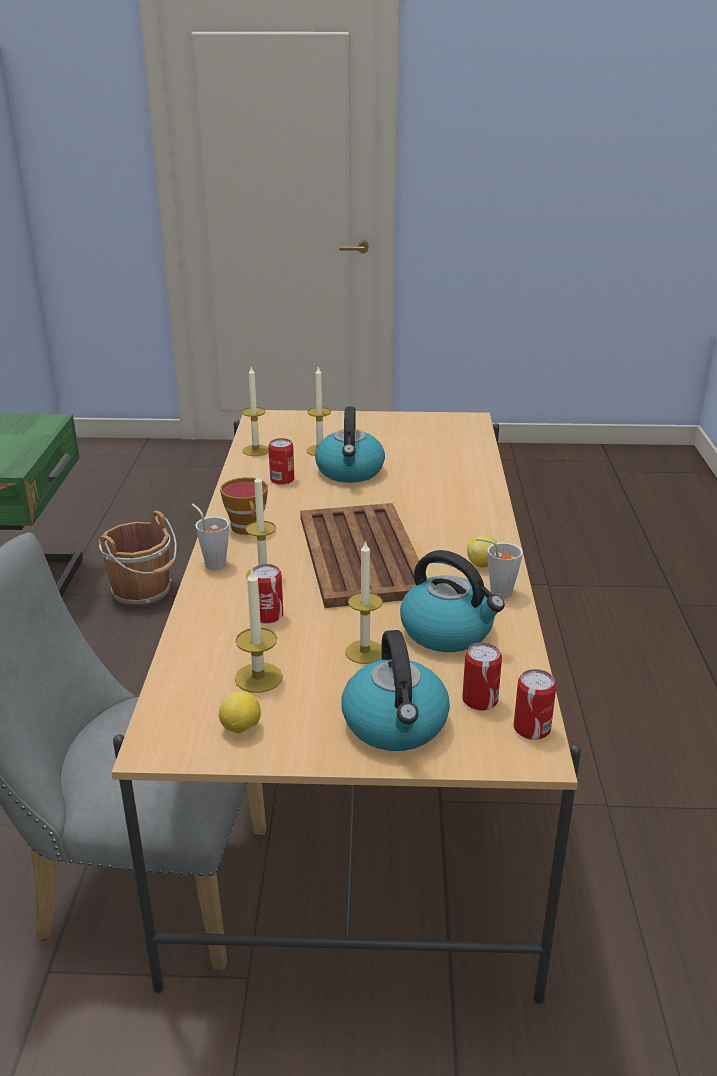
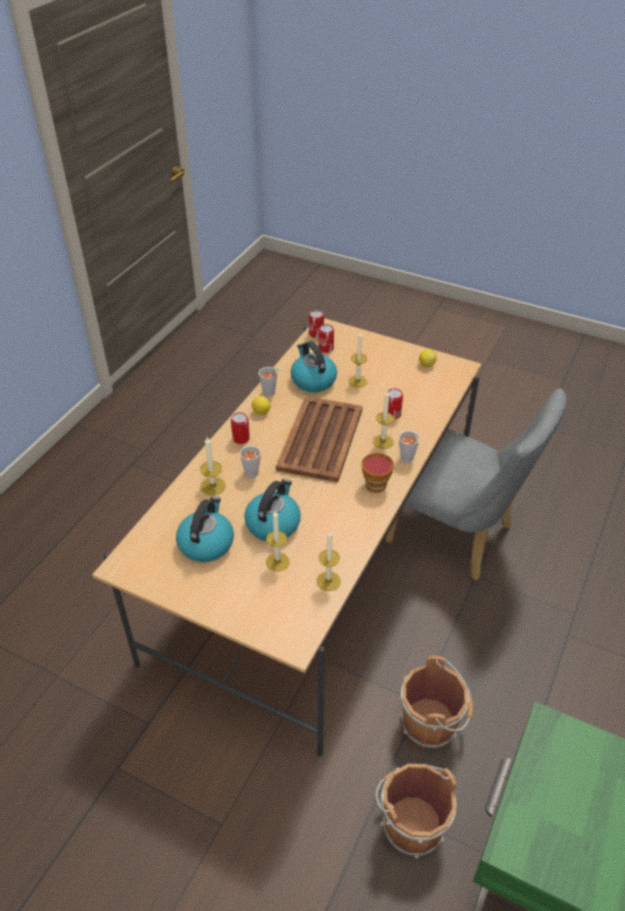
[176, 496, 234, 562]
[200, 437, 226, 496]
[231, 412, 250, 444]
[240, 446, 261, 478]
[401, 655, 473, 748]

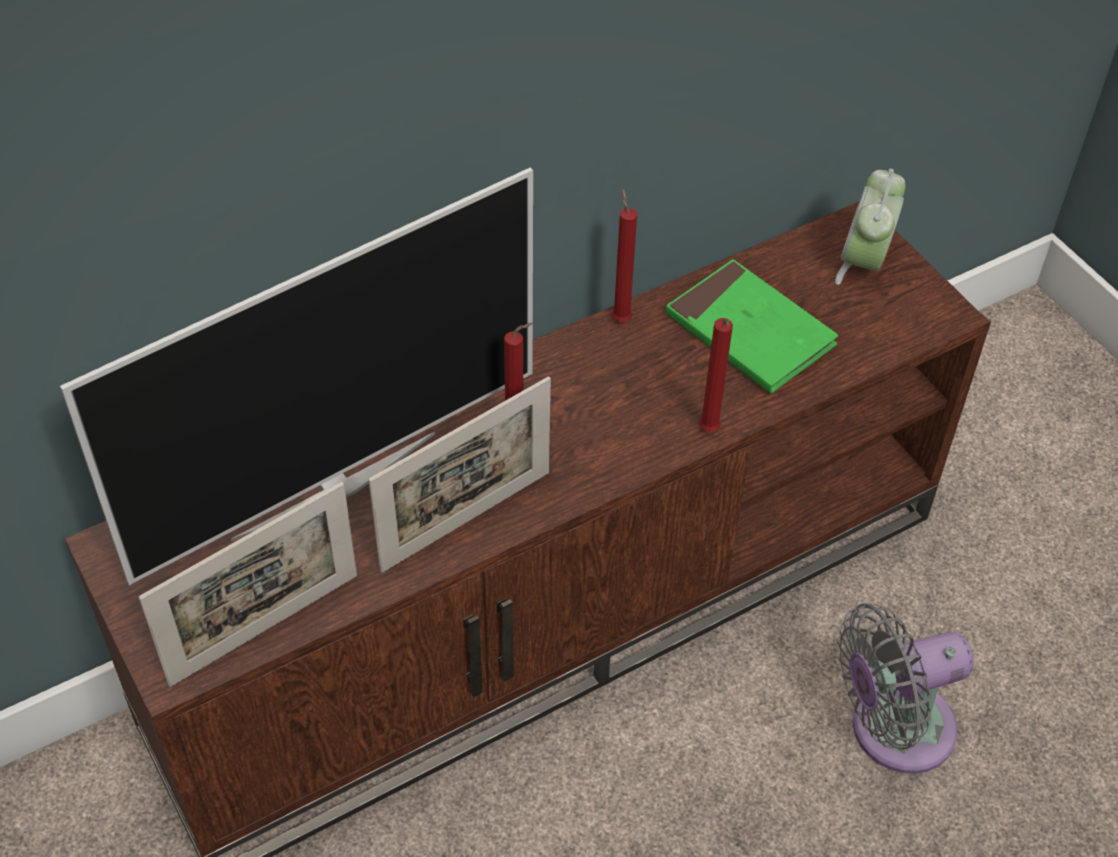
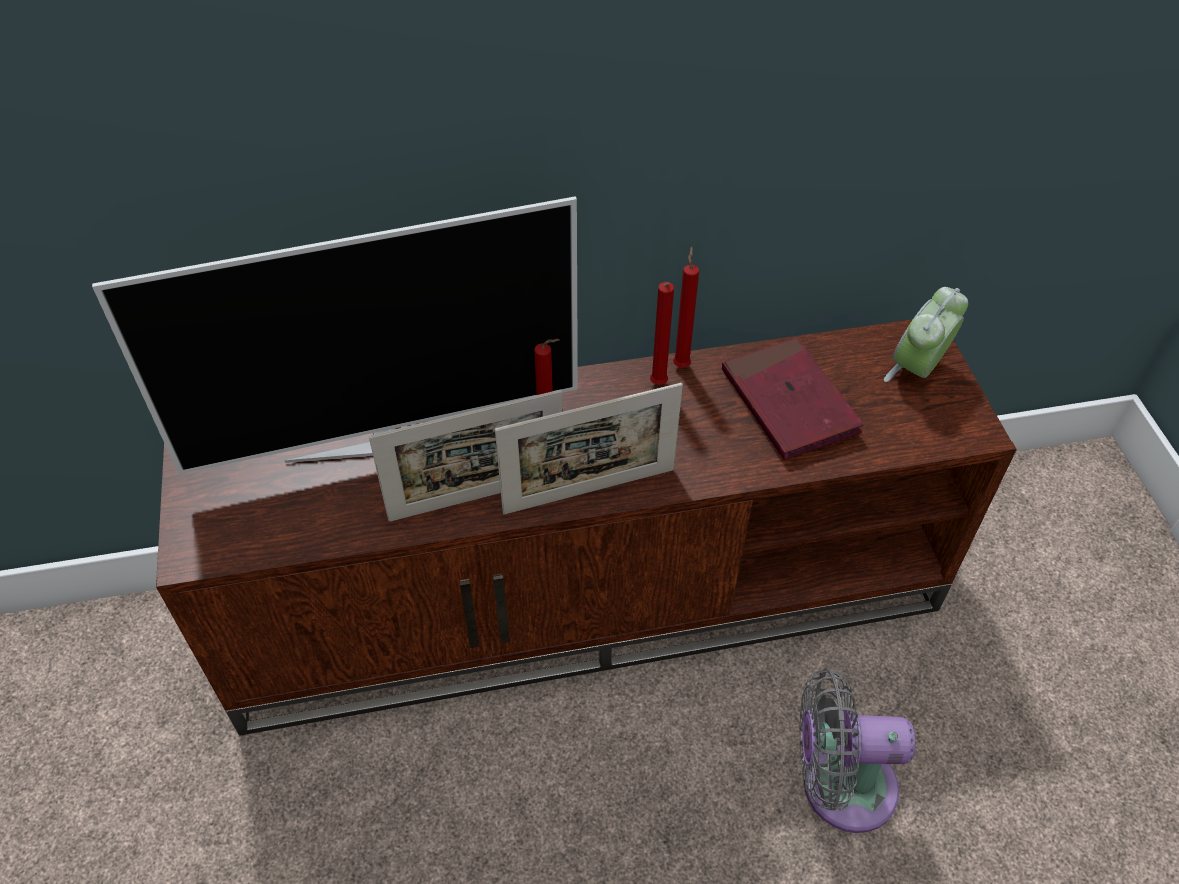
[495, 383, 683, 514]
[650, 282, 674, 385]
[722, 337, 864, 460]

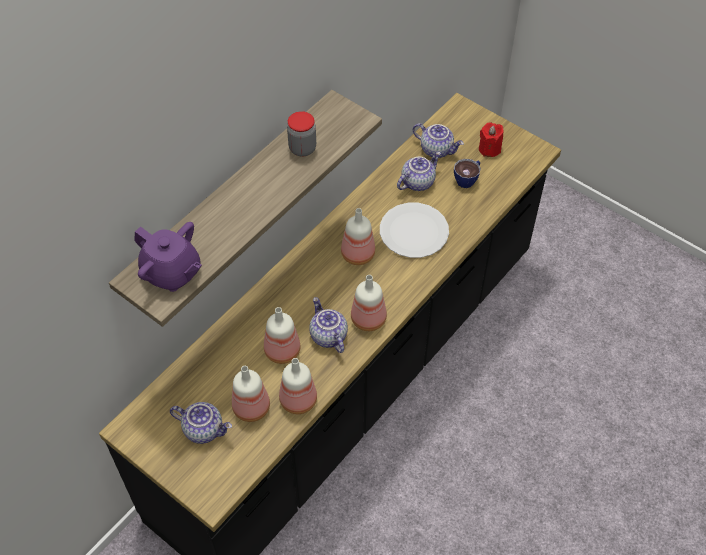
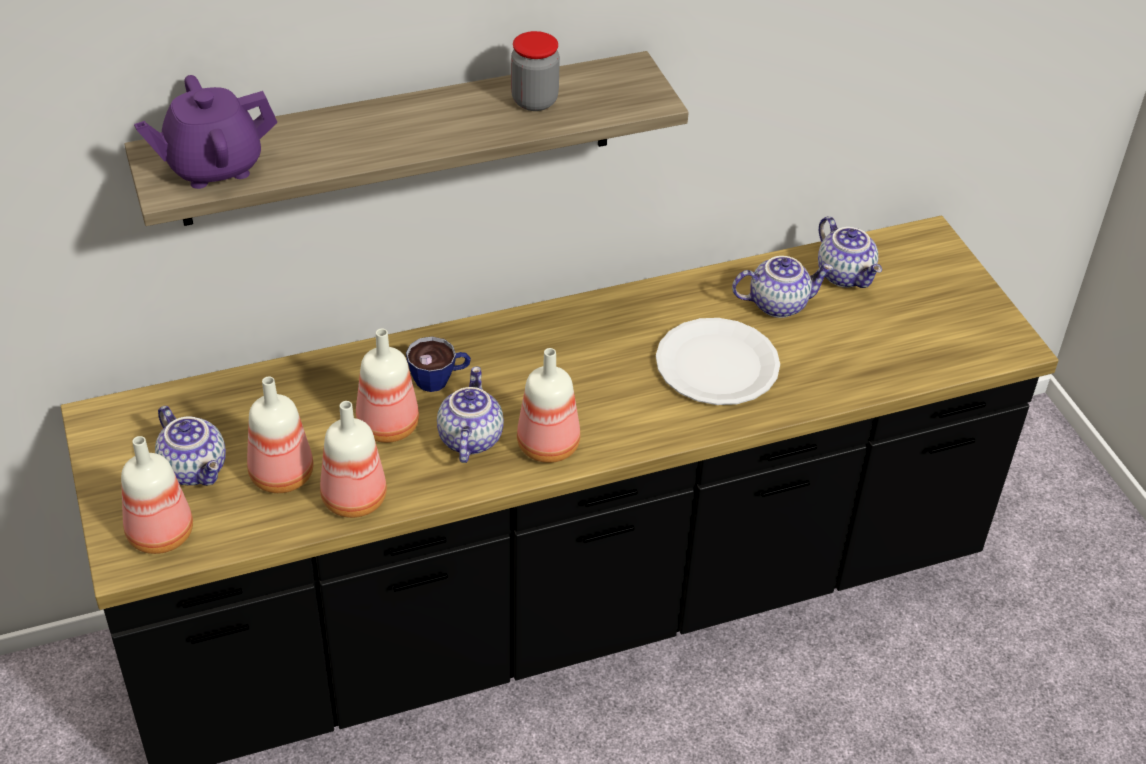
[121, 436, 193, 554]
[134, 75, 278, 189]
[406, 336, 471, 392]
[479, 123, 504, 157] (first image)

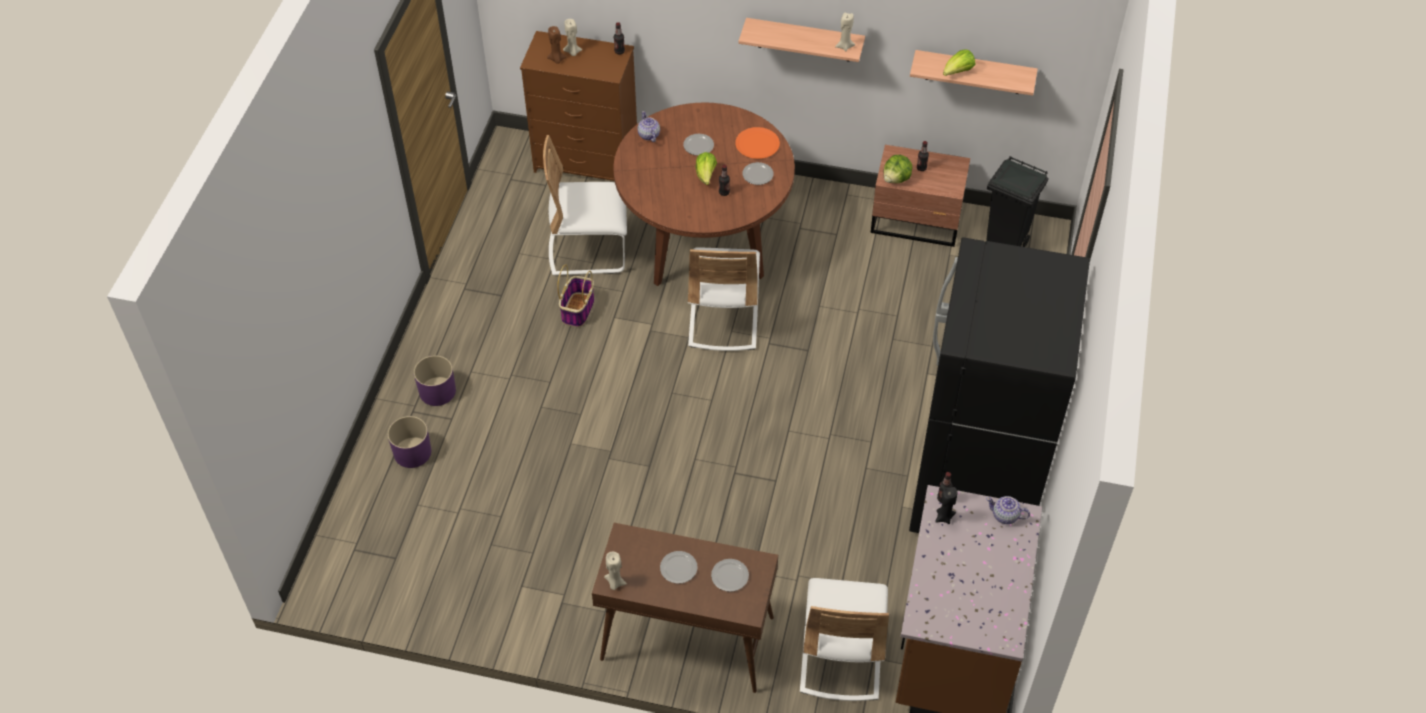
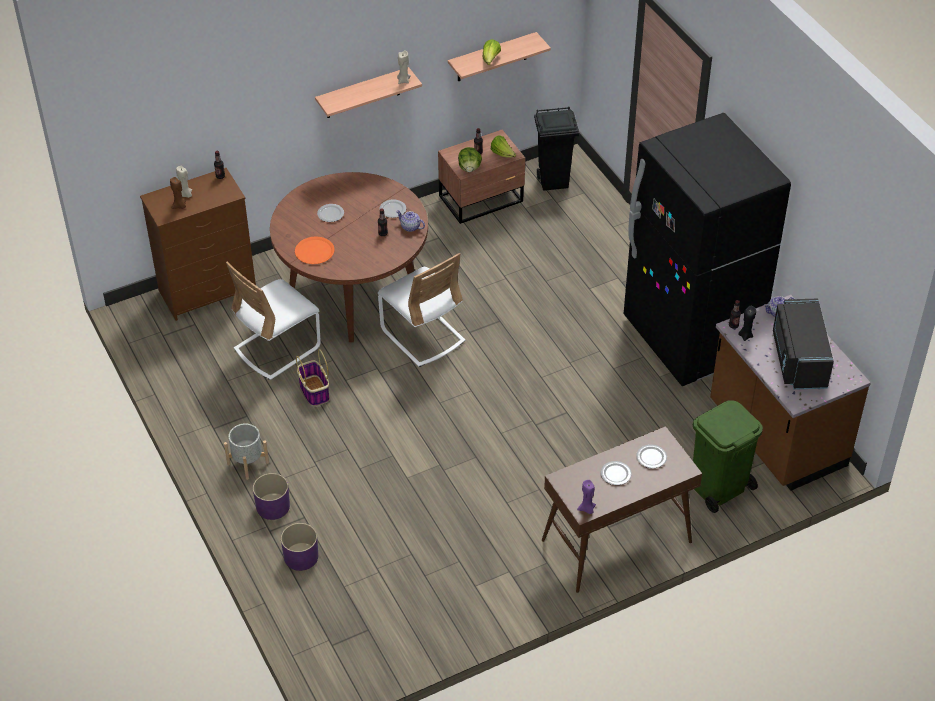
[224, 423, 269, 480]
[295, 237, 335, 264]
[396, 210, 425, 232]
[491, 135, 516, 158]
[577, 480, 596, 514]
[693, 400, 763, 513]
[773, 299, 834, 390]

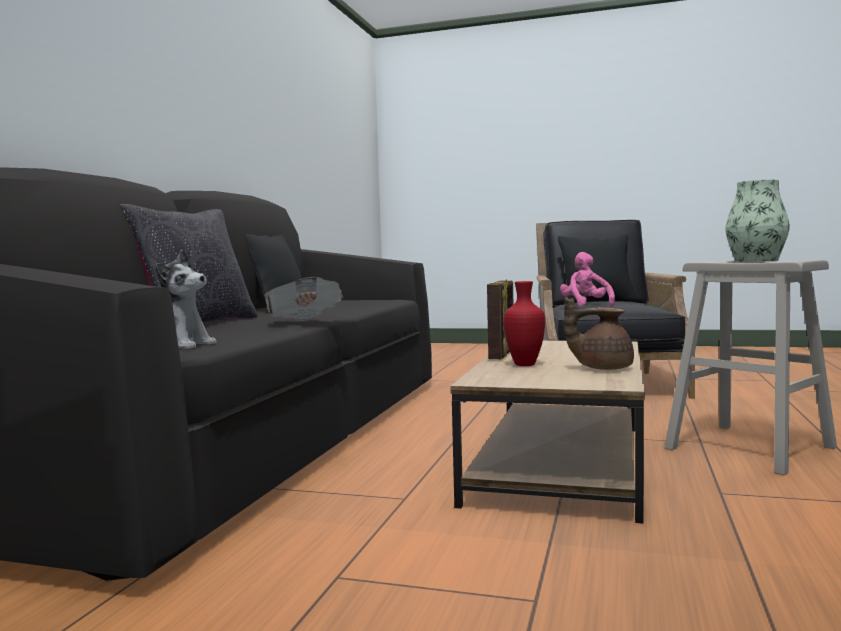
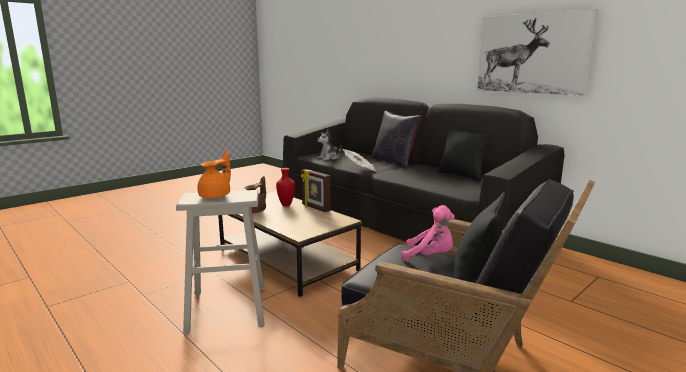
[197, 151, 231, 198]
[477, 9, 598, 96]

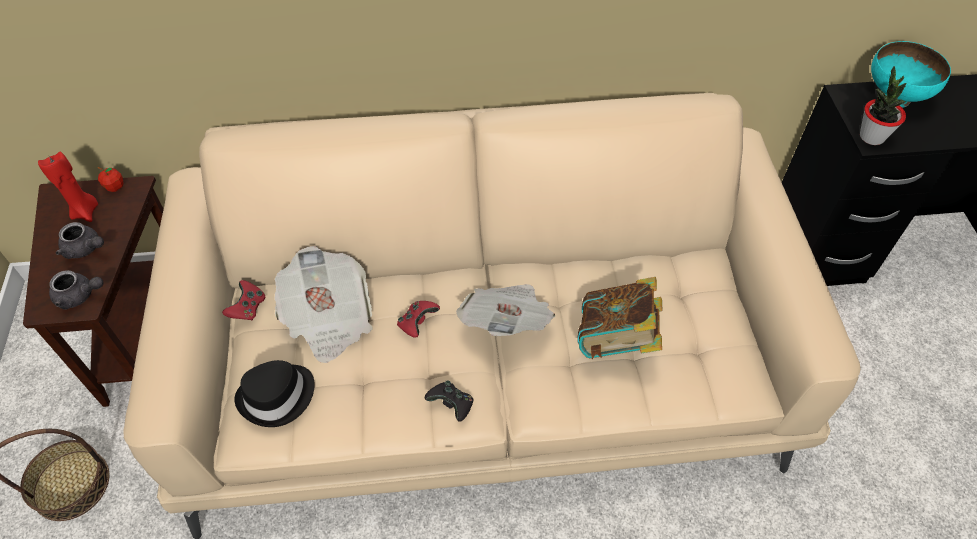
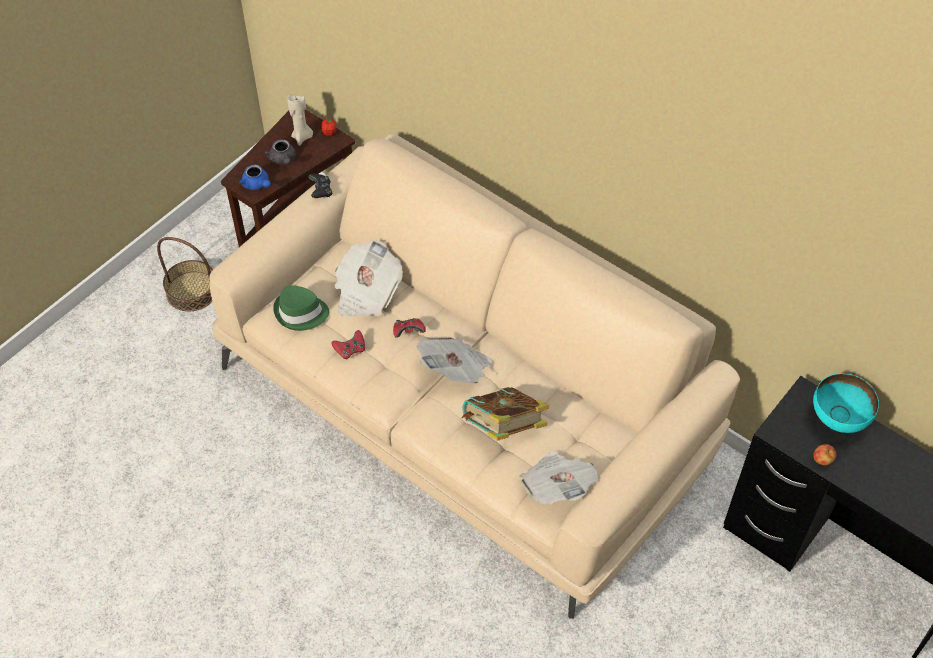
[239, 165, 271, 190]
[273, 285, 329, 331]
[287, 94, 313, 146]
[309, 174, 332, 198]
[331, 330, 365, 359]
[519, 451, 599, 504]
[814, 444, 836, 465]
[860, 66, 907, 145] (first image)

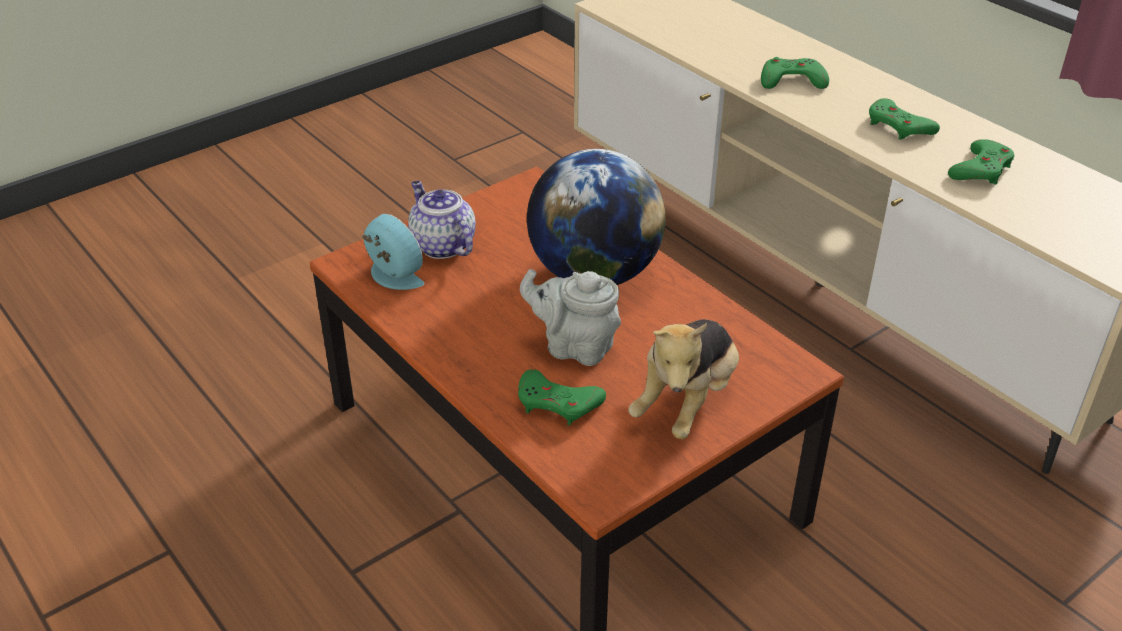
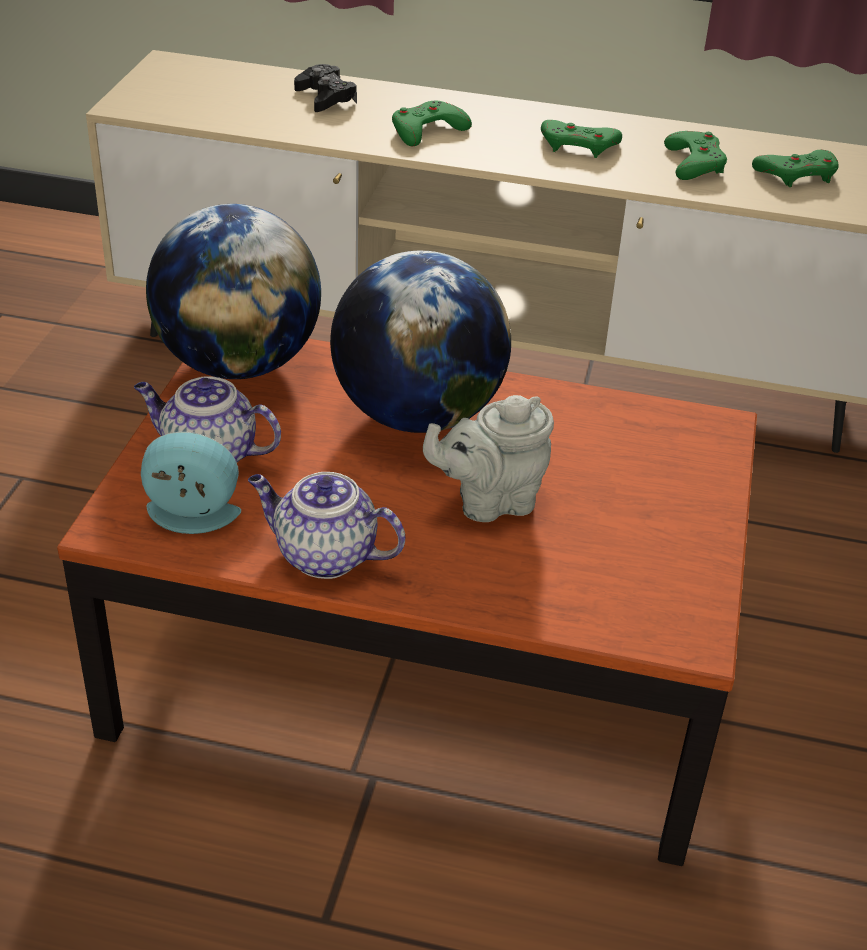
[146, 204, 321, 379]
[248, 472, 405, 579]
[294, 64, 357, 112]
[752, 150, 839, 187]
[628, 319, 739, 439] (first image)

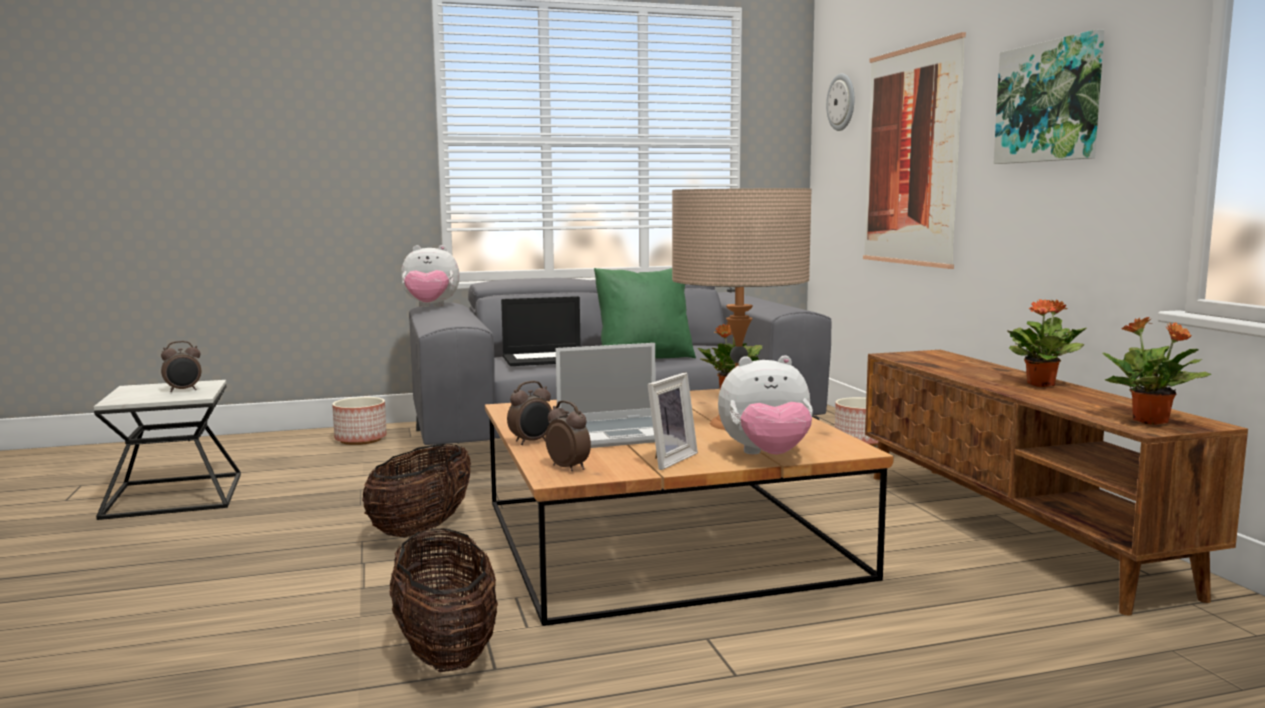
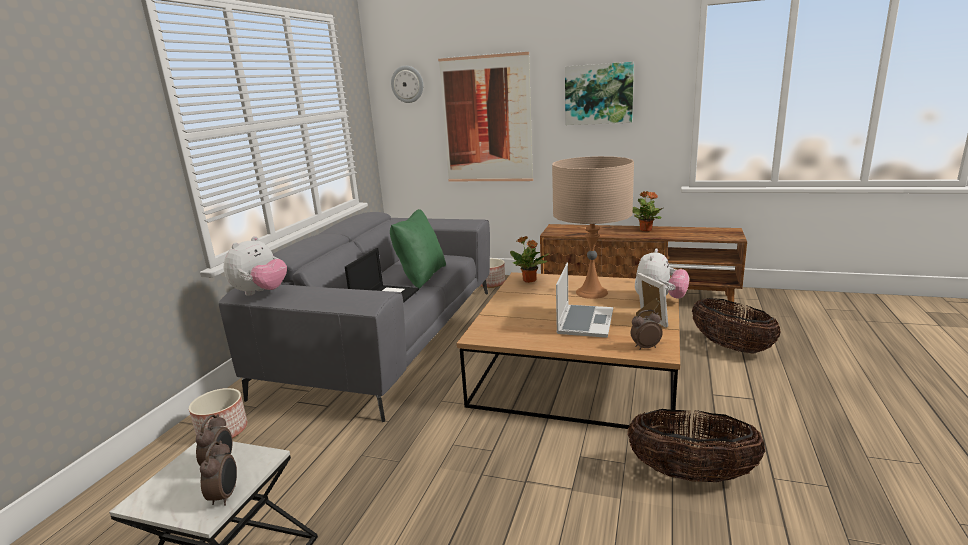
[200, 441, 237, 506]
[692, 298, 781, 354]
[1102, 317, 1211, 425] (first image)

